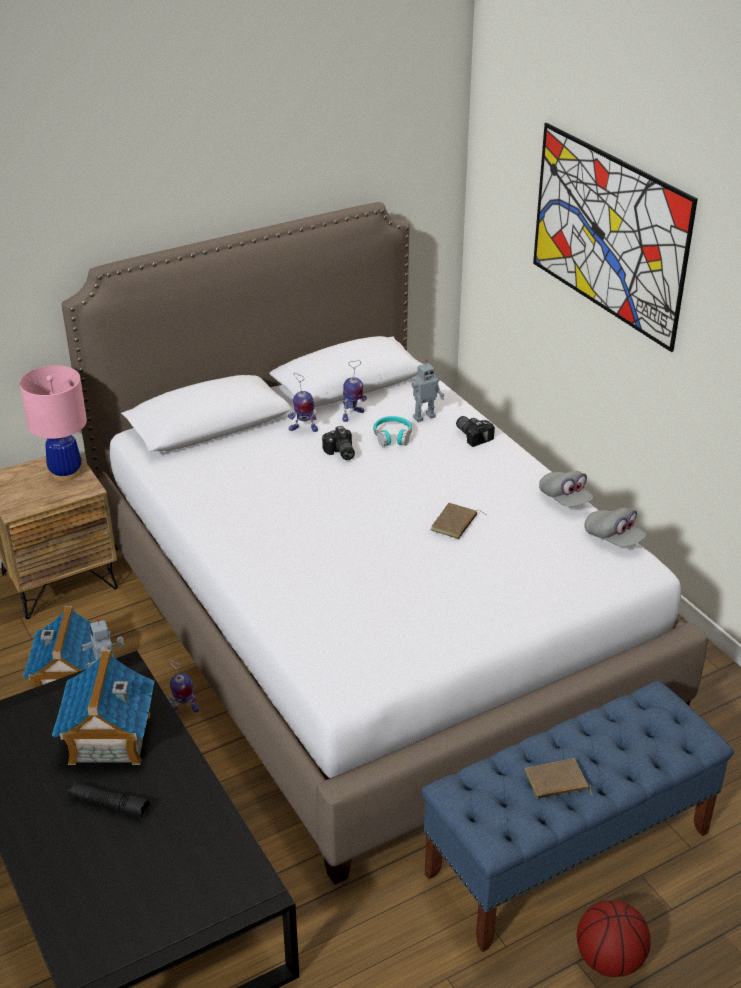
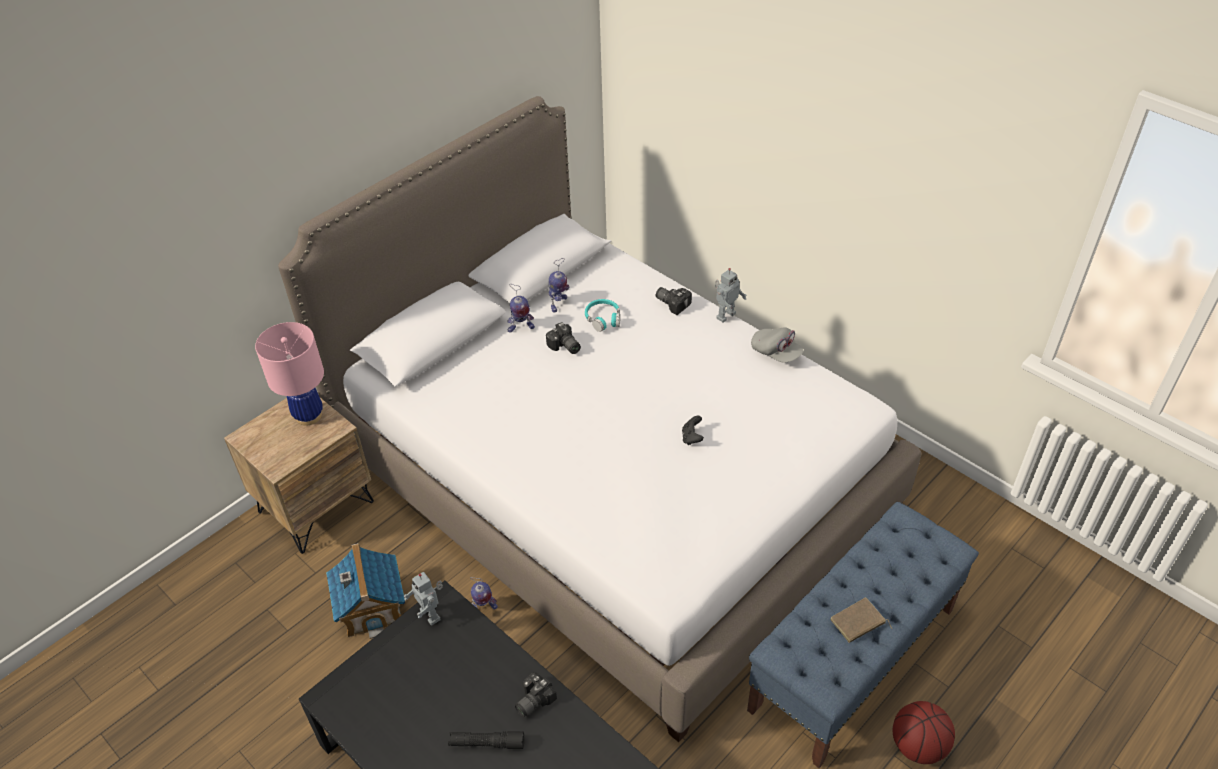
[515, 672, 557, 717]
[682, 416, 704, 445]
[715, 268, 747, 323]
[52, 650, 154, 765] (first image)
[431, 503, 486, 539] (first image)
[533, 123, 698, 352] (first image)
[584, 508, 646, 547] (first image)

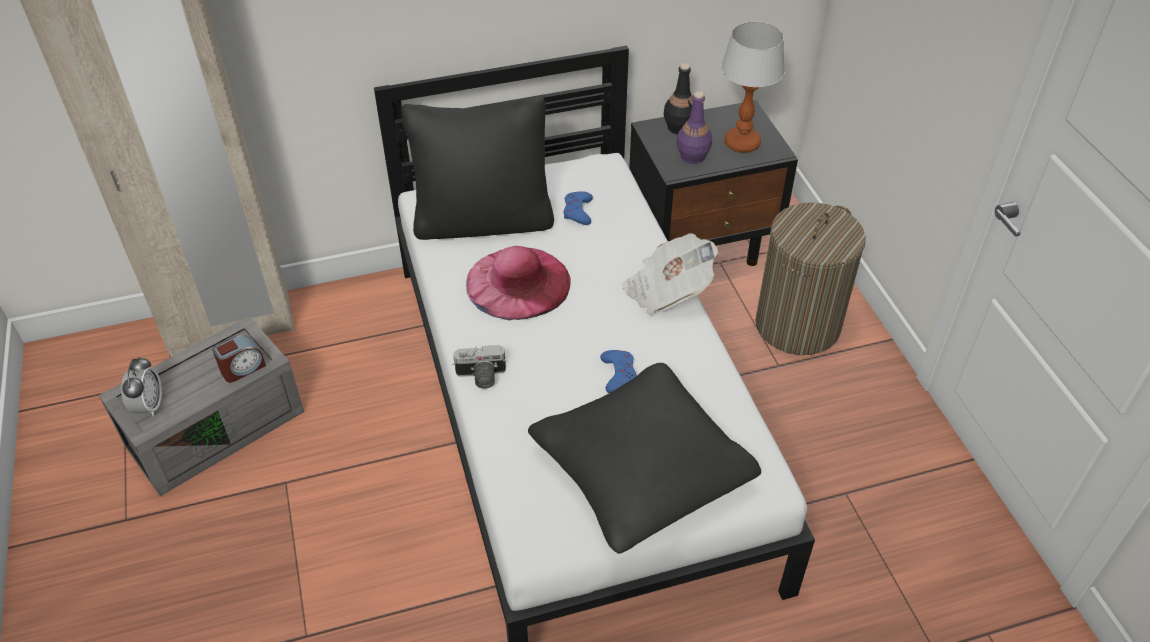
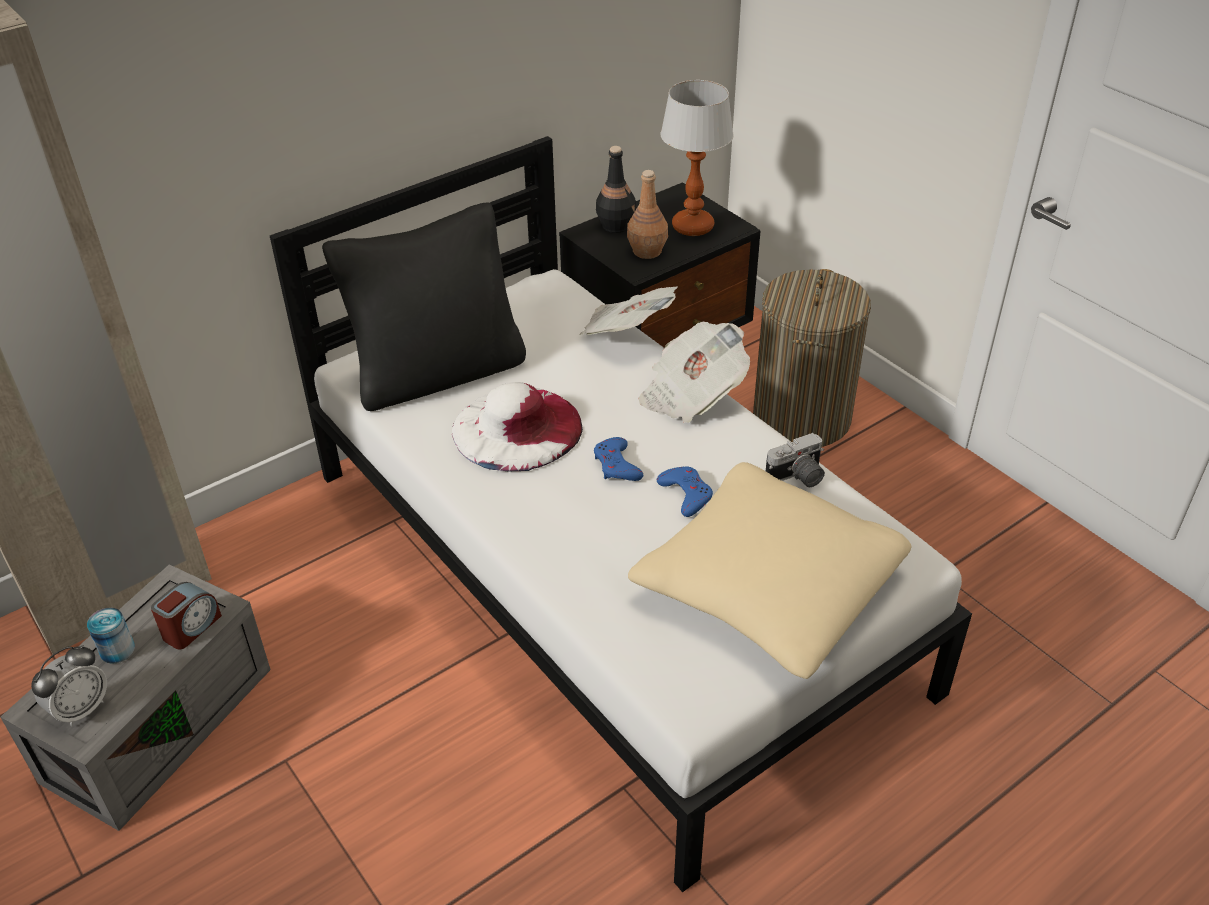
[31, 645, 107, 726]
[87, 608, 135, 664]
[452, 382, 583, 472]
[579, 286, 678, 335]
[594, 437, 643, 481]
[627, 170, 668, 259]
[628, 462, 911, 679]
[766, 433, 825, 487]

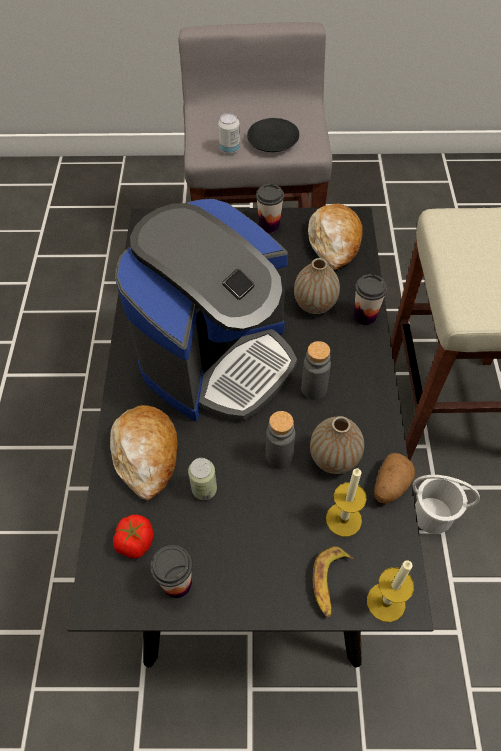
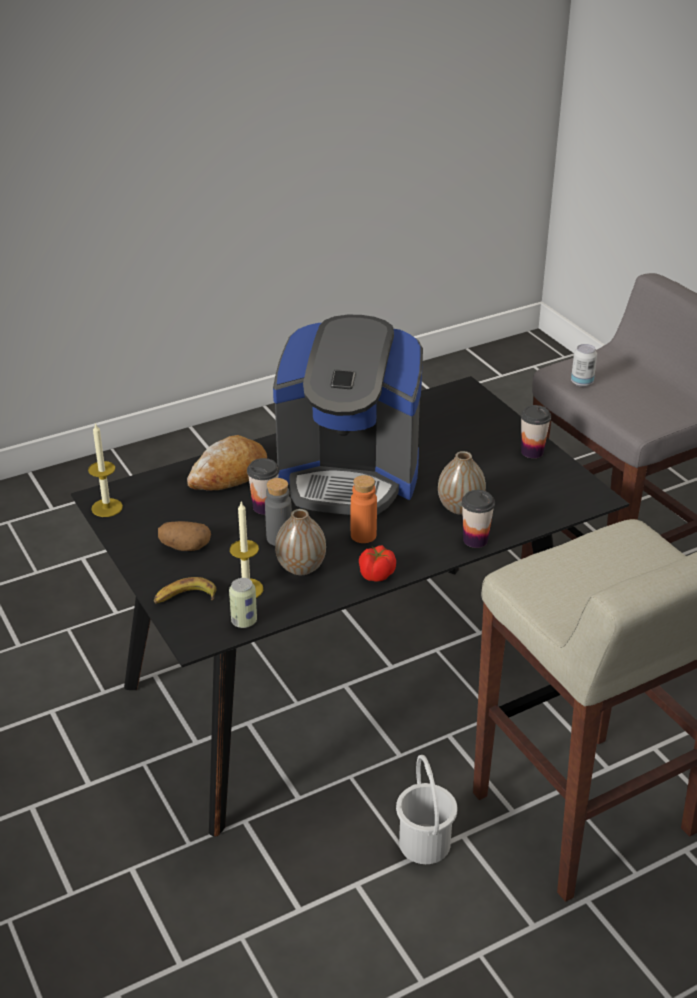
[88, 423, 123, 517]
[158, 521, 211, 551]
[229, 578, 257, 628]
[247, 458, 279, 514]
[351, 475, 377, 543]
[359, 545, 396, 582]
[247, 118, 299, 152] (first image)
[308, 204, 363, 270] (first image)

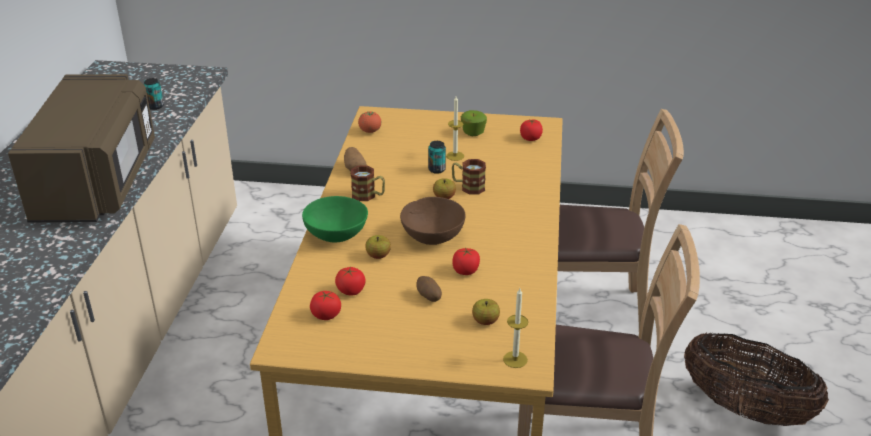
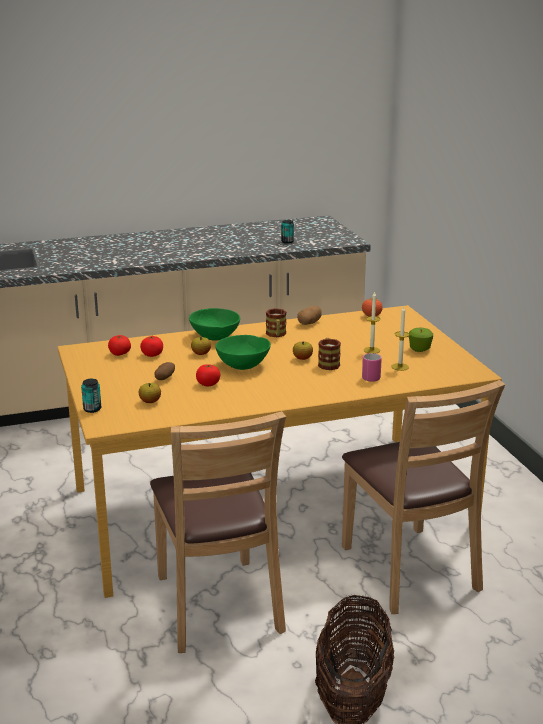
[81, 379, 101, 413]
[215, 335, 271, 370]
[362, 353, 382, 382]
[391, 307, 410, 371]
[8, 74, 155, 222] (first image)
[520, 120, 543, 141] (first image)

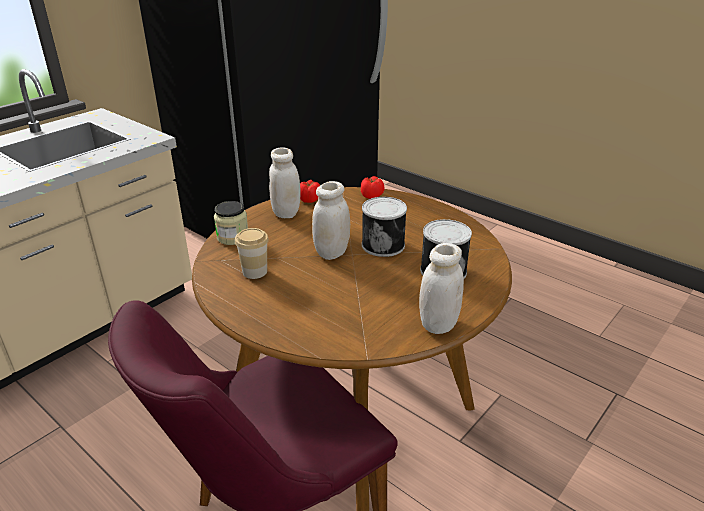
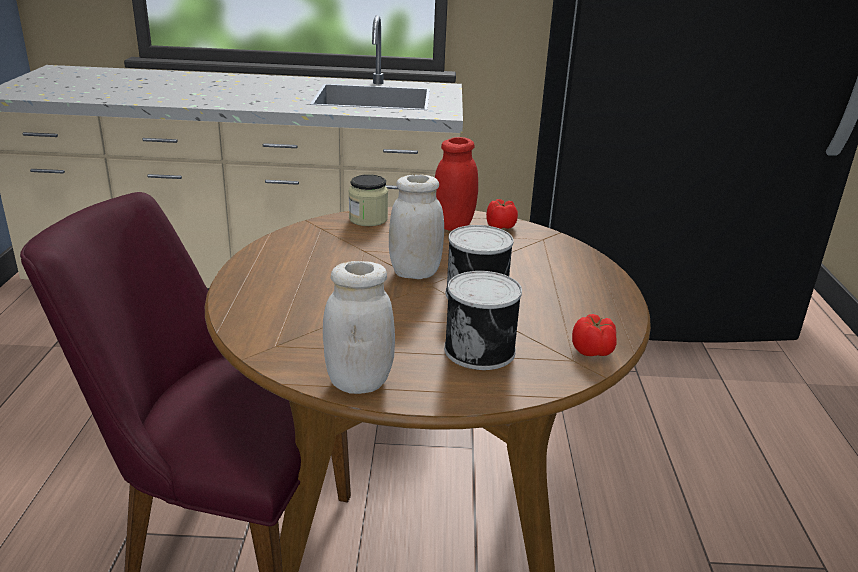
[435, 137, 478, 231]
[572, 314, 617, 356]
[235, 228, 269, 279] (first image)

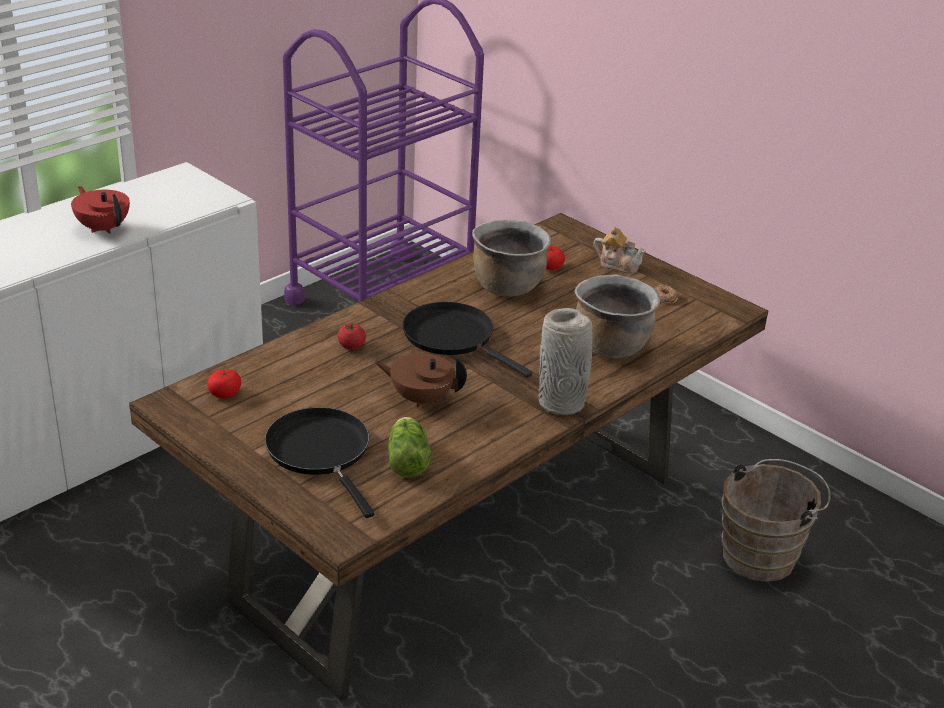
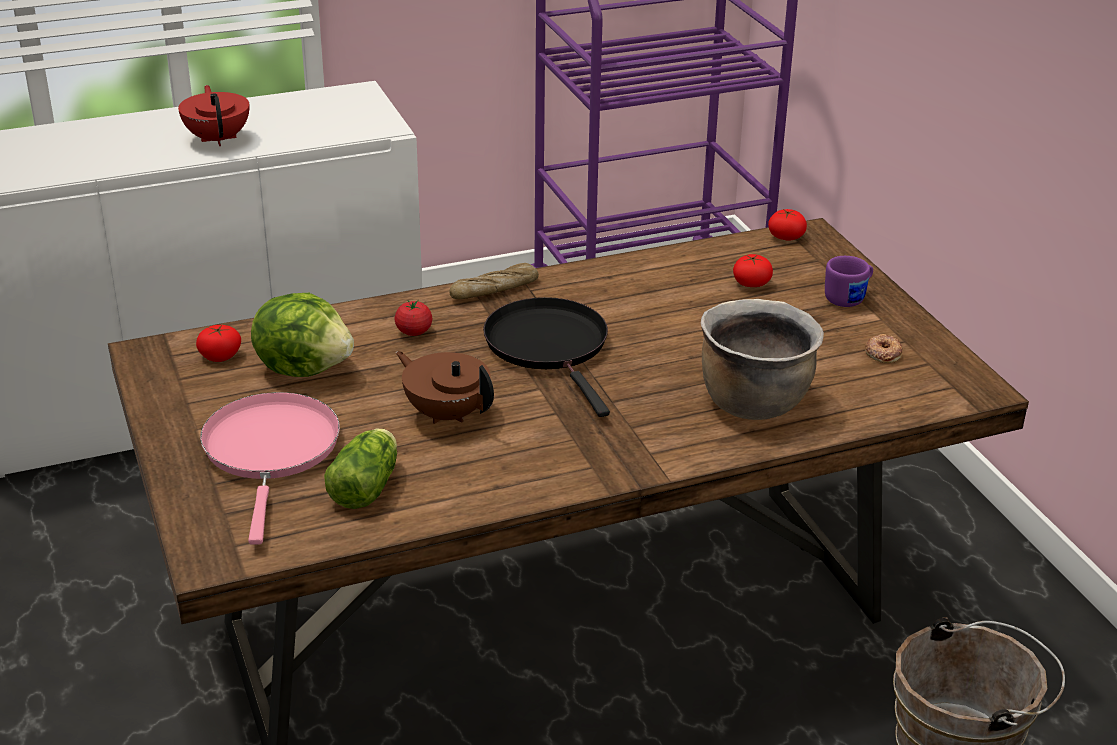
[200, 392, 340, 545]
[251, 293, 354, 377]
[449, 263, 539, 299]
[768, 208, 807, 241]
[825, 256, 873, 307]
[472, 219, 551, 297] (first image)
[539, 308, 593, 415] (first image)

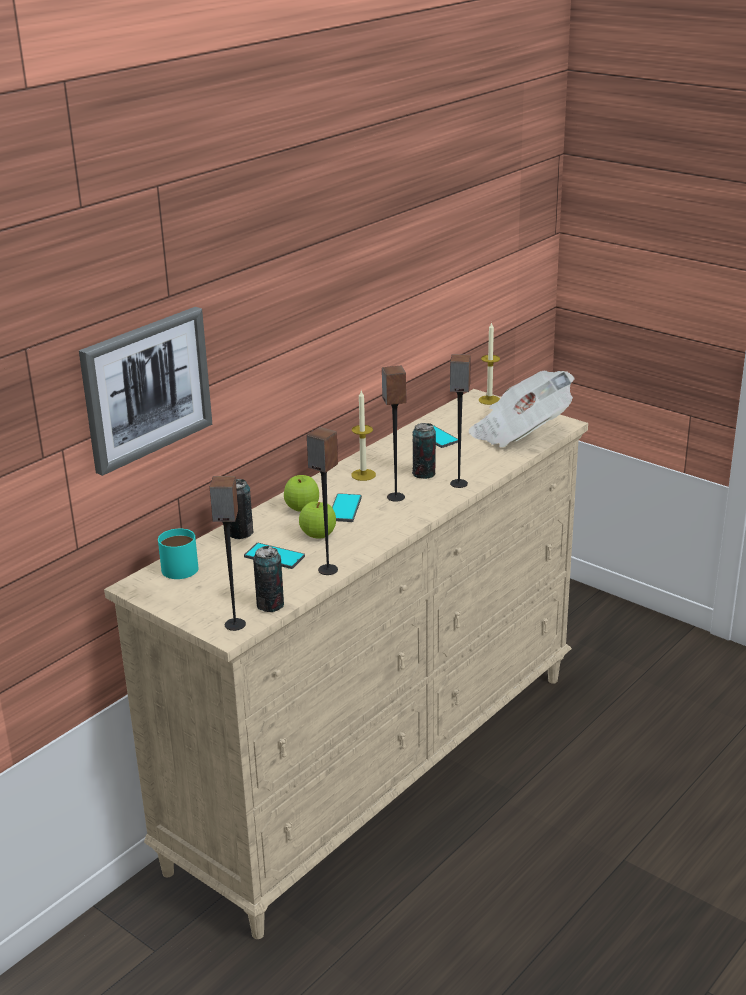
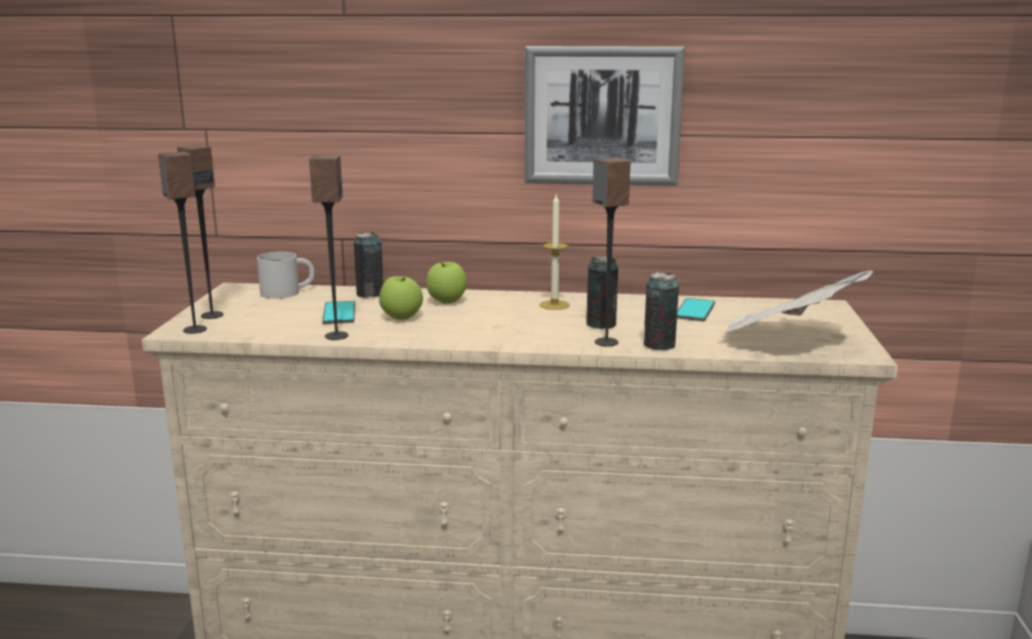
[177, 145, 224, 319]
[257, 252, 314, 299]
[525, 46, 685, 186]
[643, 272, 679, 350]
[332, 493, 362, 522] (first image)
[479, 322, 500, 405] (first image)

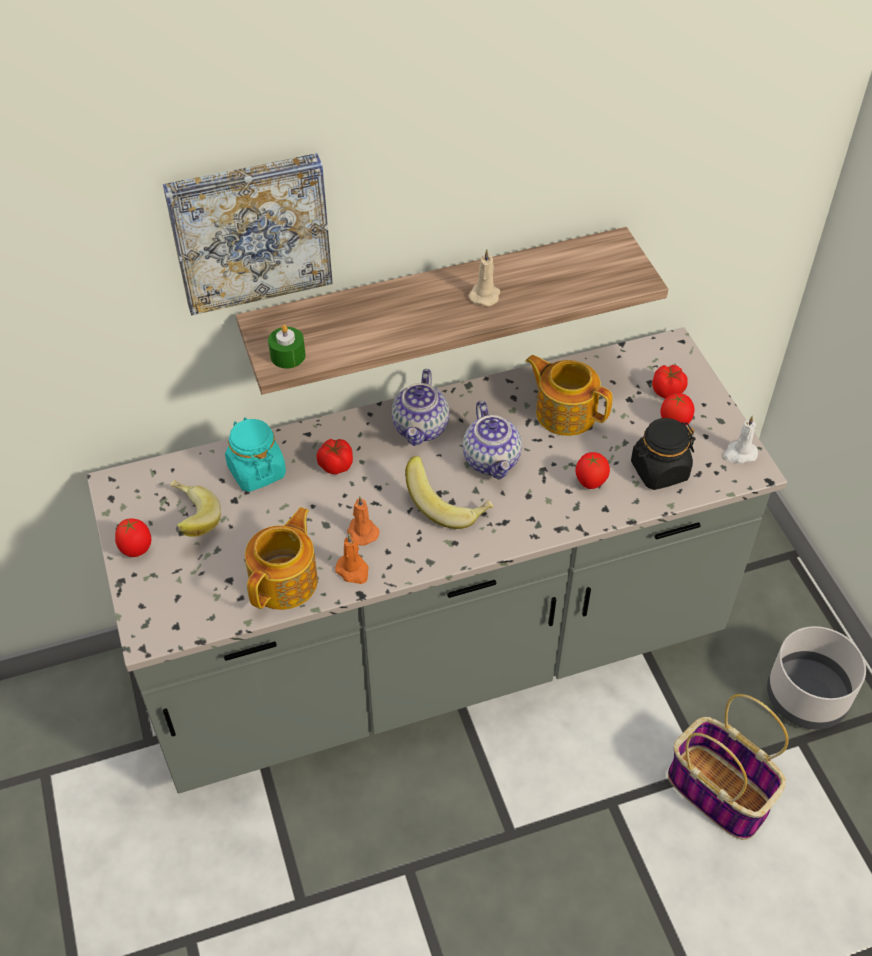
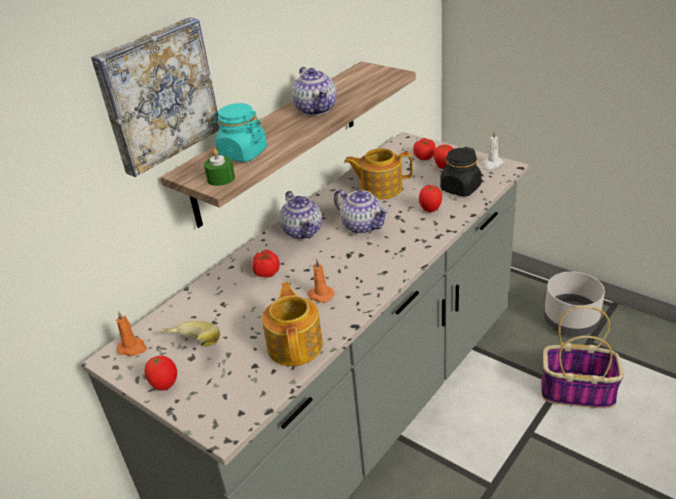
[116, 311, 147, 356]
[212, 103, 267, 162]
[292, 67, 337, 116]
[405, 456, 494, 529] (first image)

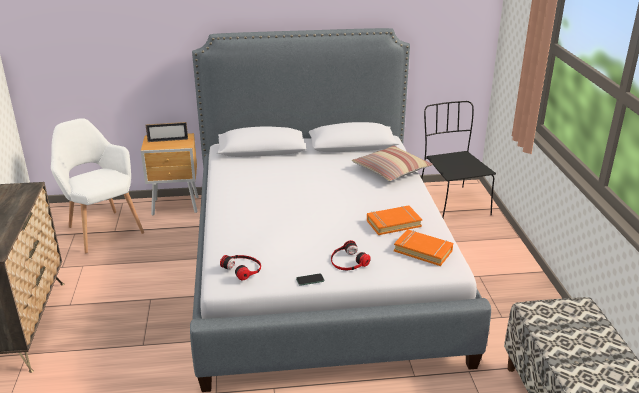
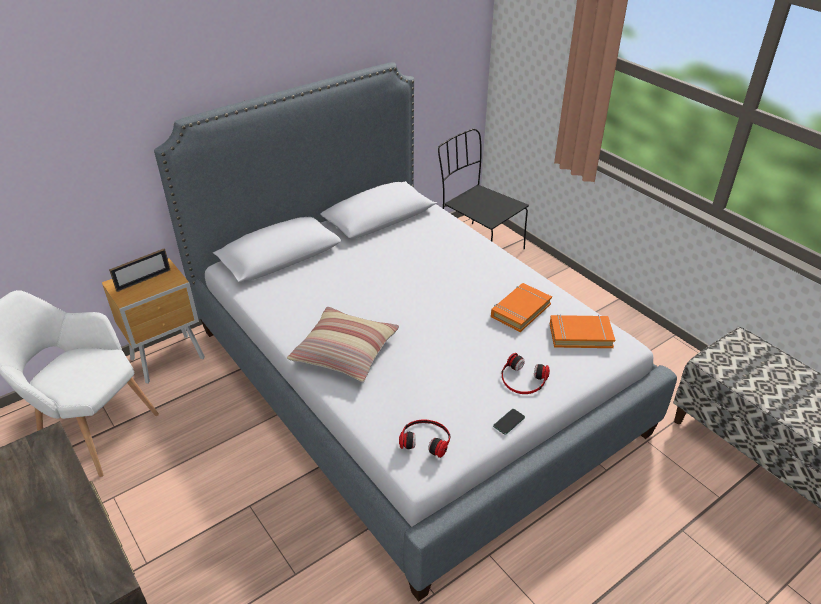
[287, 307, 399, 382]

